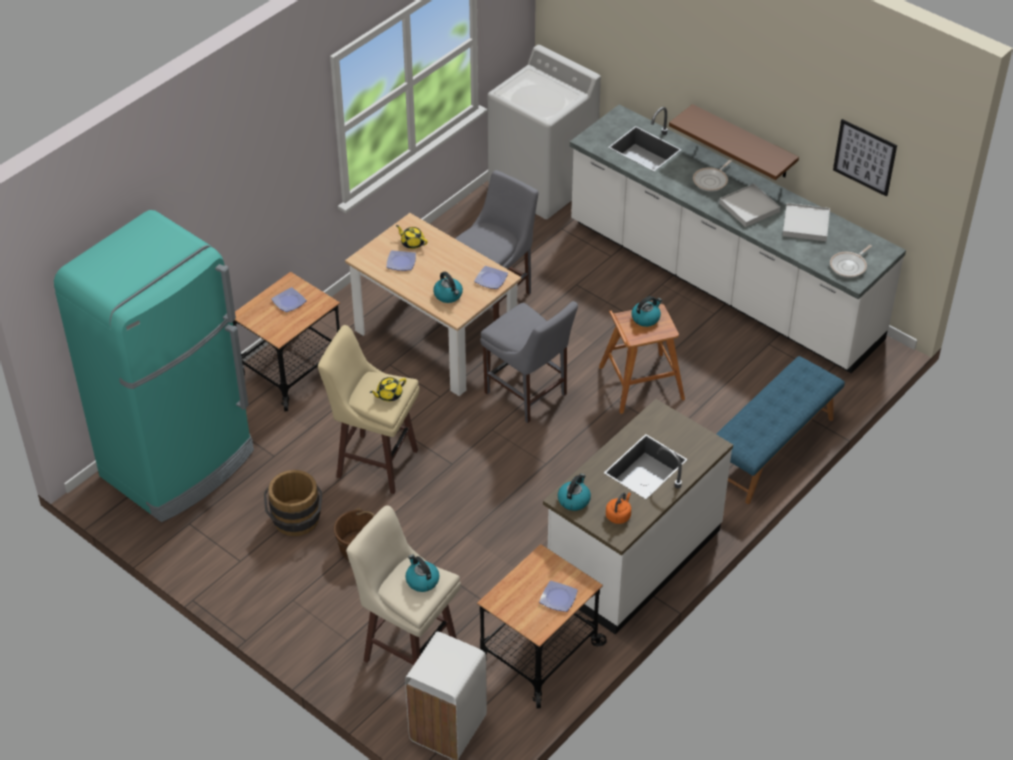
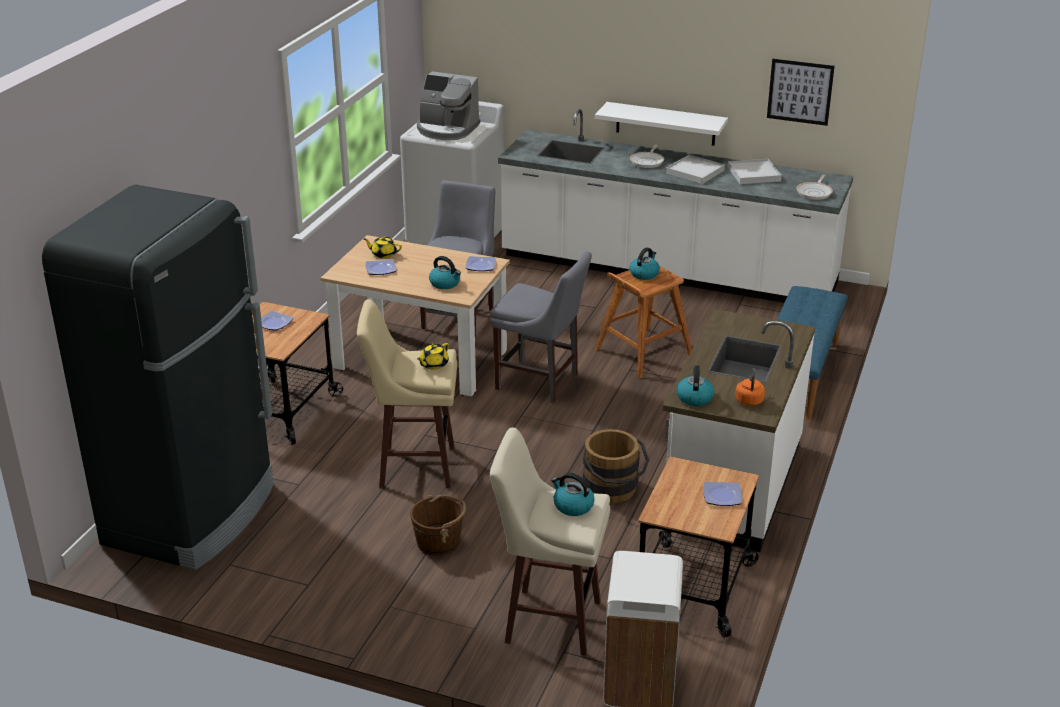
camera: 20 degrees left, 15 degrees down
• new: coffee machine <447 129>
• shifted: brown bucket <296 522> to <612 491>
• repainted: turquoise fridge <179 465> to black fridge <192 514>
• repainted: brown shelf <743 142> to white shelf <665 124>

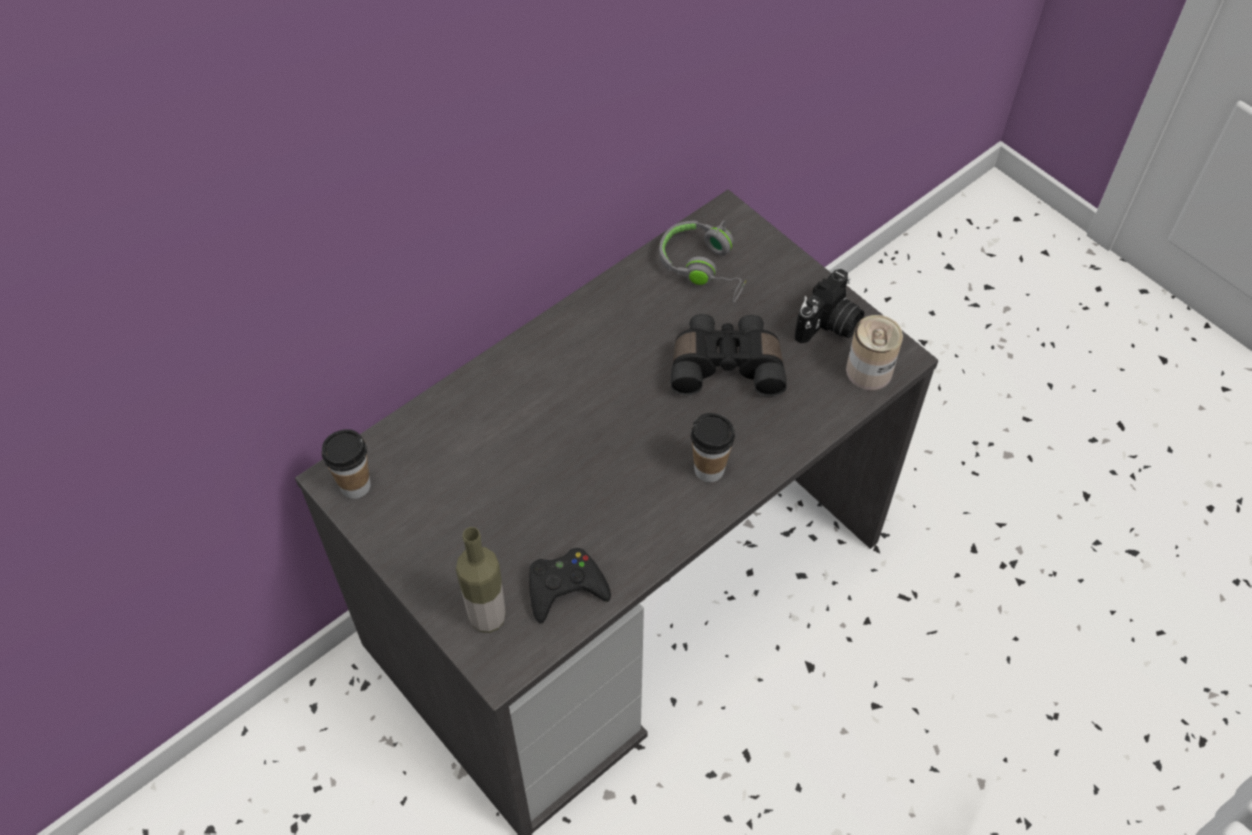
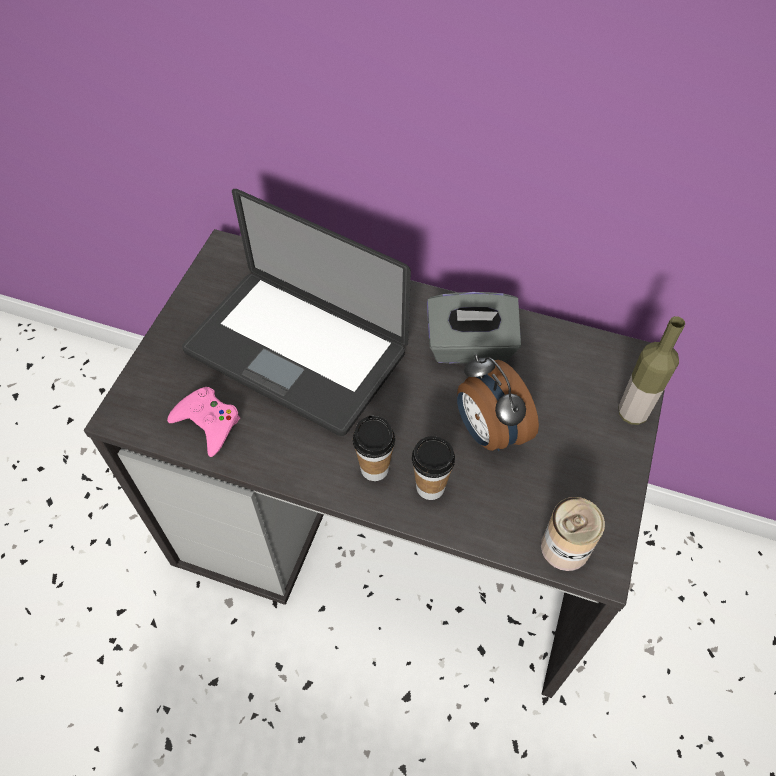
camera: 60 degrees right, 0 degrees up
• gone: grey headphones <704 267>
• gone: photo camera <829 325>
• new: laptop <295 352>
• new: grey tissue box <470 347>
• shifted: cup <355 485> to <430 487>
• shifted: bottle <487 618> to <632 413>
• swapped: black binoculars <726 364> to alarm clock <488 431>
• repainted: black game controller <565 588> to pink game controller <208 423>

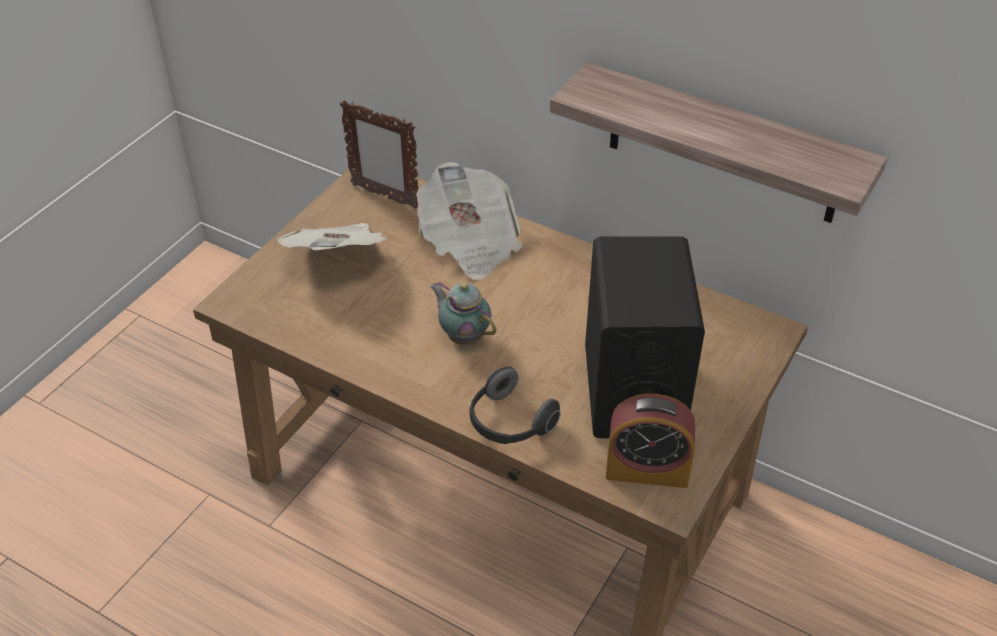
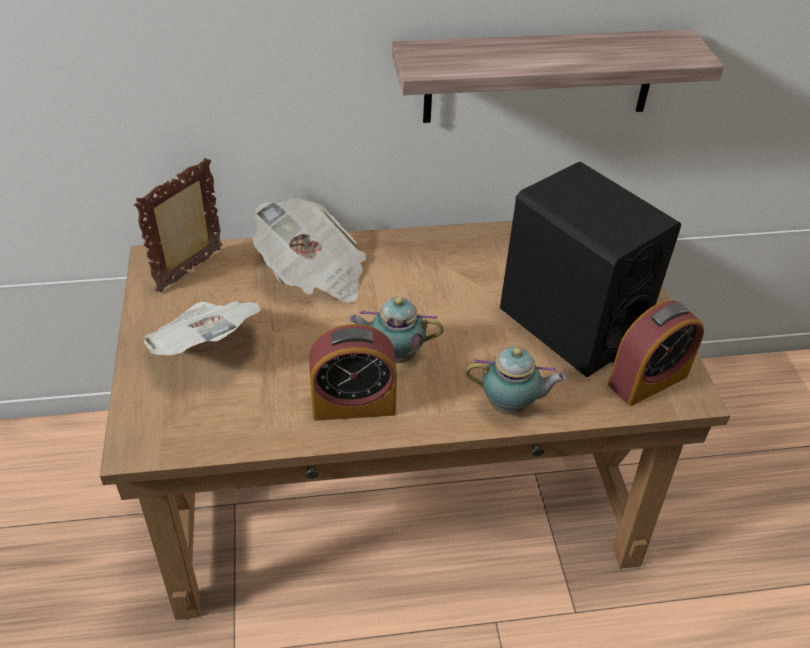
camera: 40 degrees left, 0 degrees up
• new: alarm clock <353 404>
• swapped: headphones <509 423> to teapot <511 406>
• rotated: picture frame <384 196> = <191 270> 135 degrees clockwise

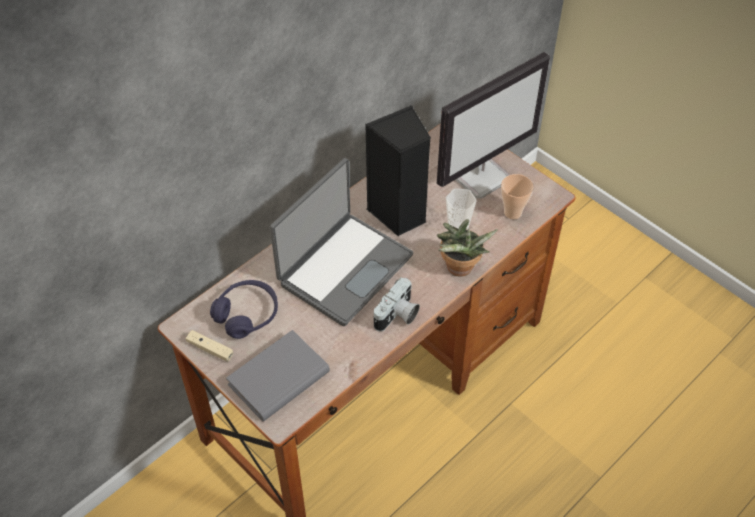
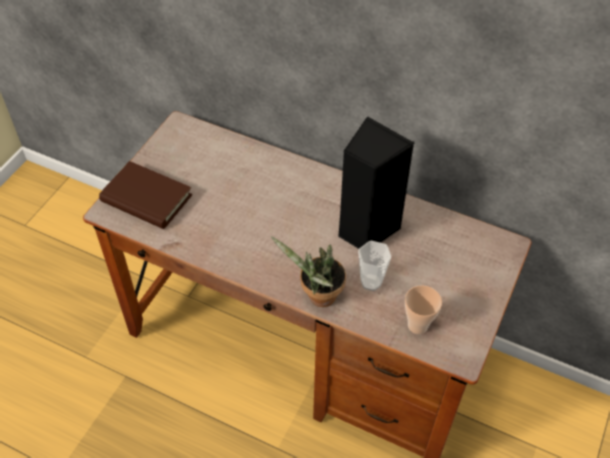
camera: 70 degrees right, 0 degrees up
• gone: beige game controller <210 349>
• gone: purple headphones <247 314>
• gone: laptop <344 268>
• gone: photo camera <397 316>
• gone: monitor <480 176>
• repainted: grey book <279 379> to brown book <146 199>

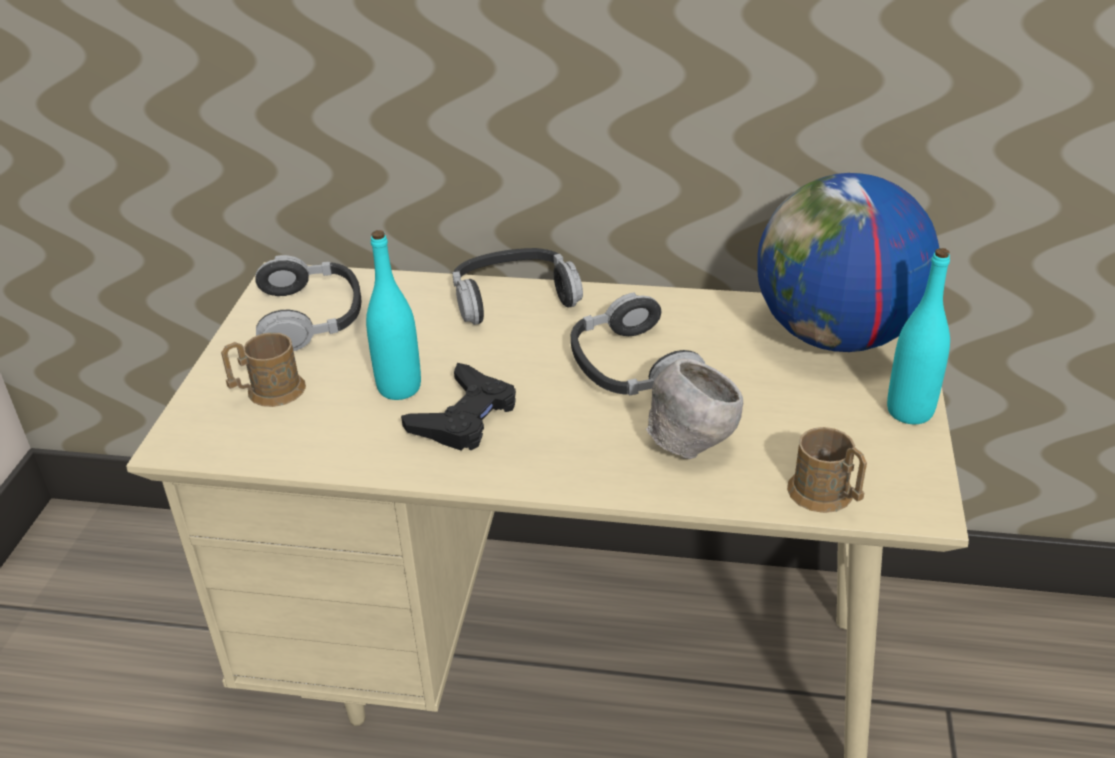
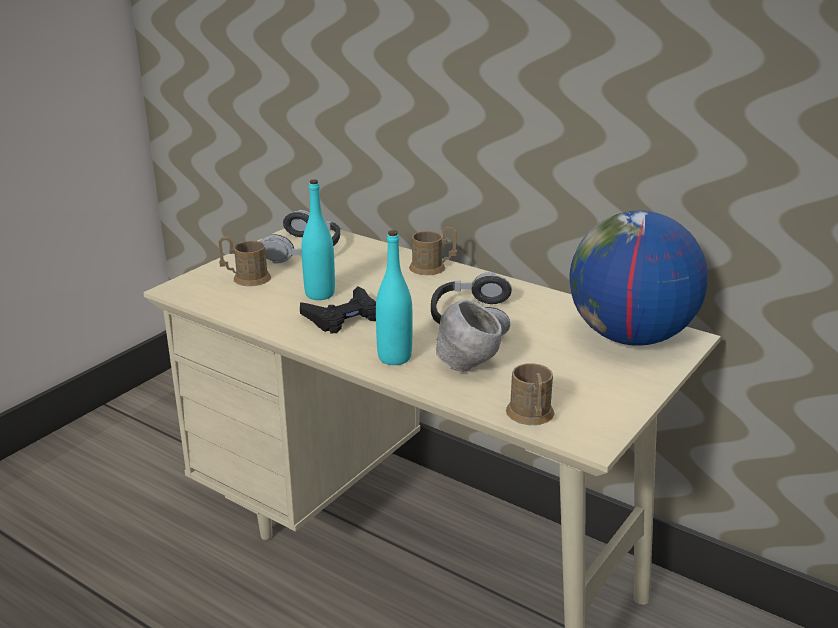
camera: 25 degrees right, 10 degrees down
• shifted: turquoise bottle <909 411> to <394 357>
• swapped: headphones <514 297> to brown mug <432 268>

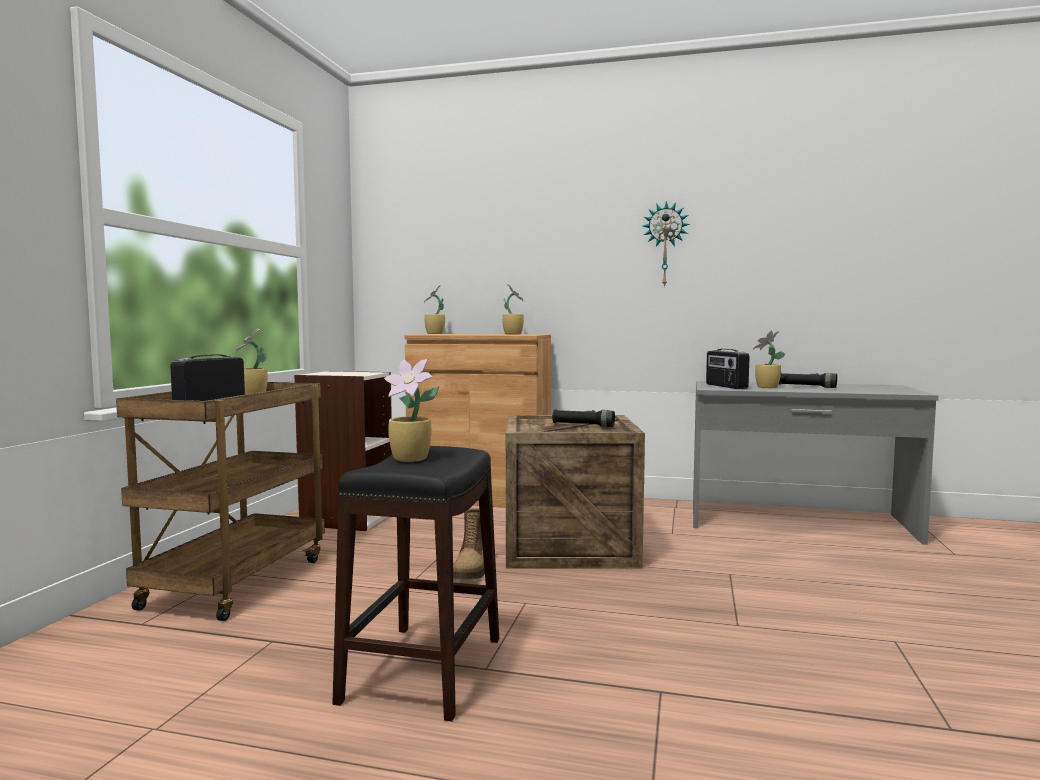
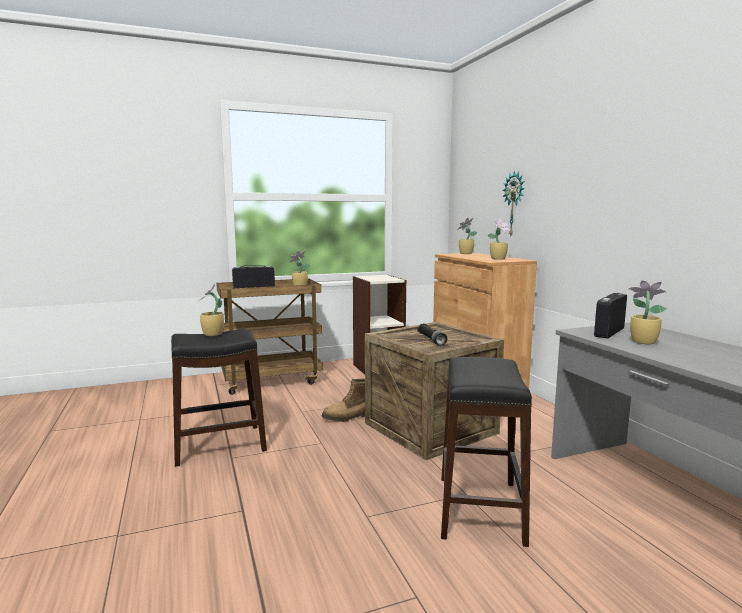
camera: 55 degrees right, 5 degrees up
• gone: black flashlight <807 387>
• new: black stool <479 509>
• shifted: wall clock <665 244> to <514 204>

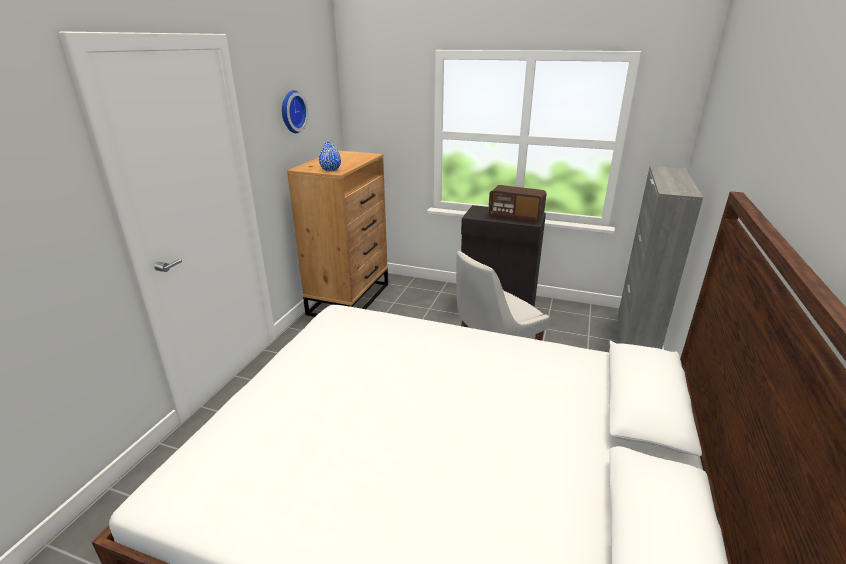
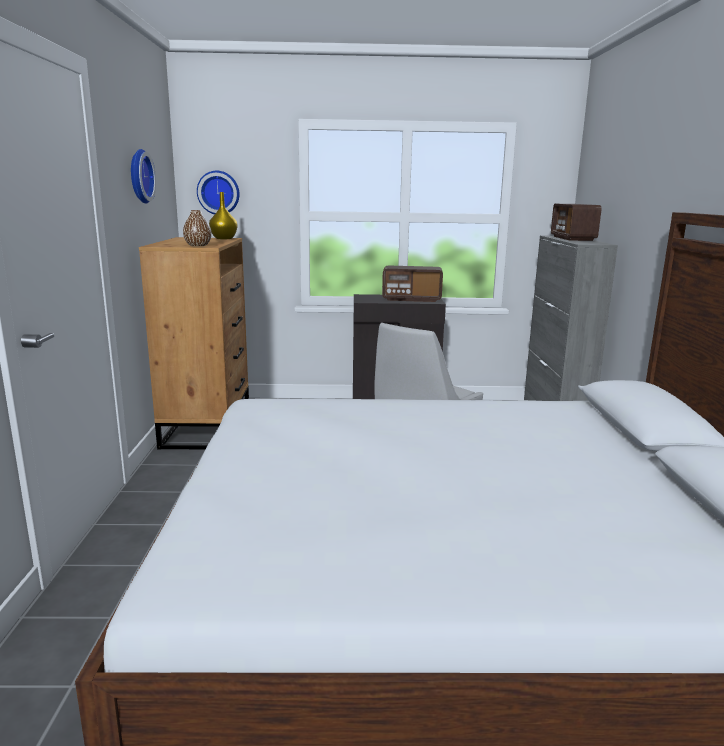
camera: 20 degrees left, 10 degrees down
• new: wall clock <219 193>
• new: yellow vase <223 238>
• new: radio <572 238>
• repainted: blue vase <330 170> to brown vase <198 245>

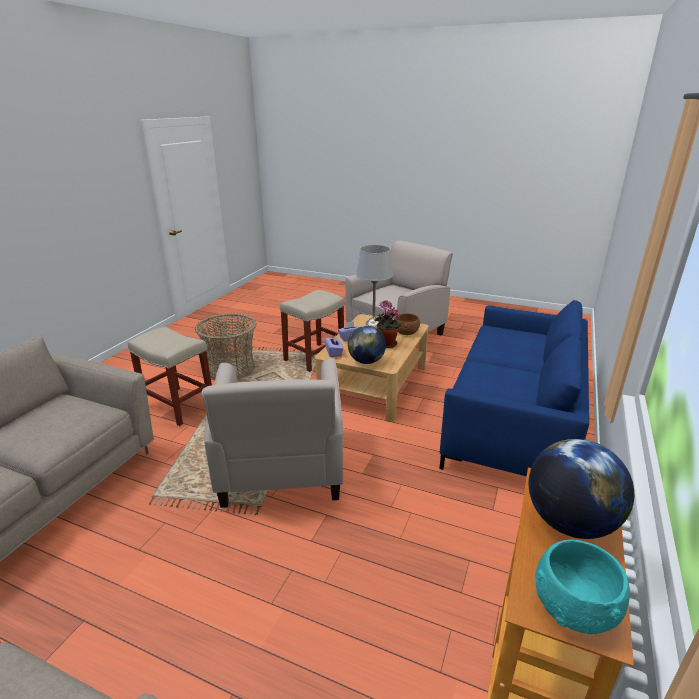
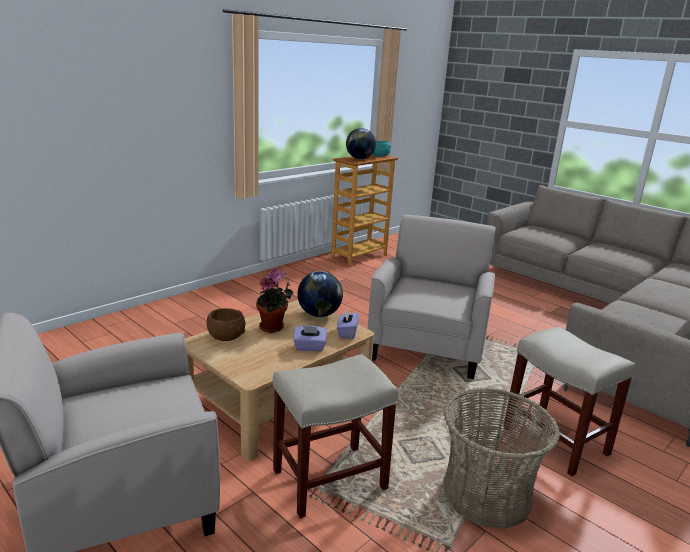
camera: 160 degrees left, 5 degrees down
• gone: grey table lamp <373 323>
• gone: blue sofa <513 420>

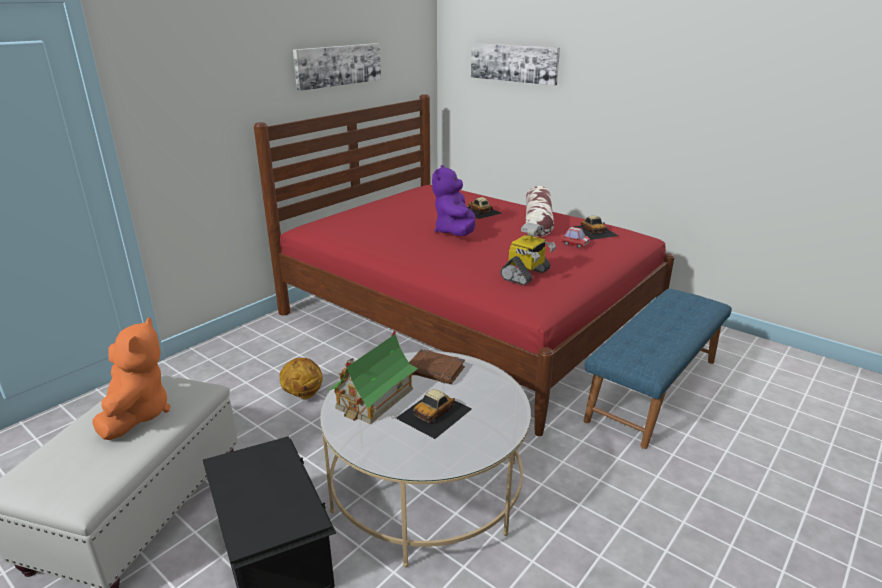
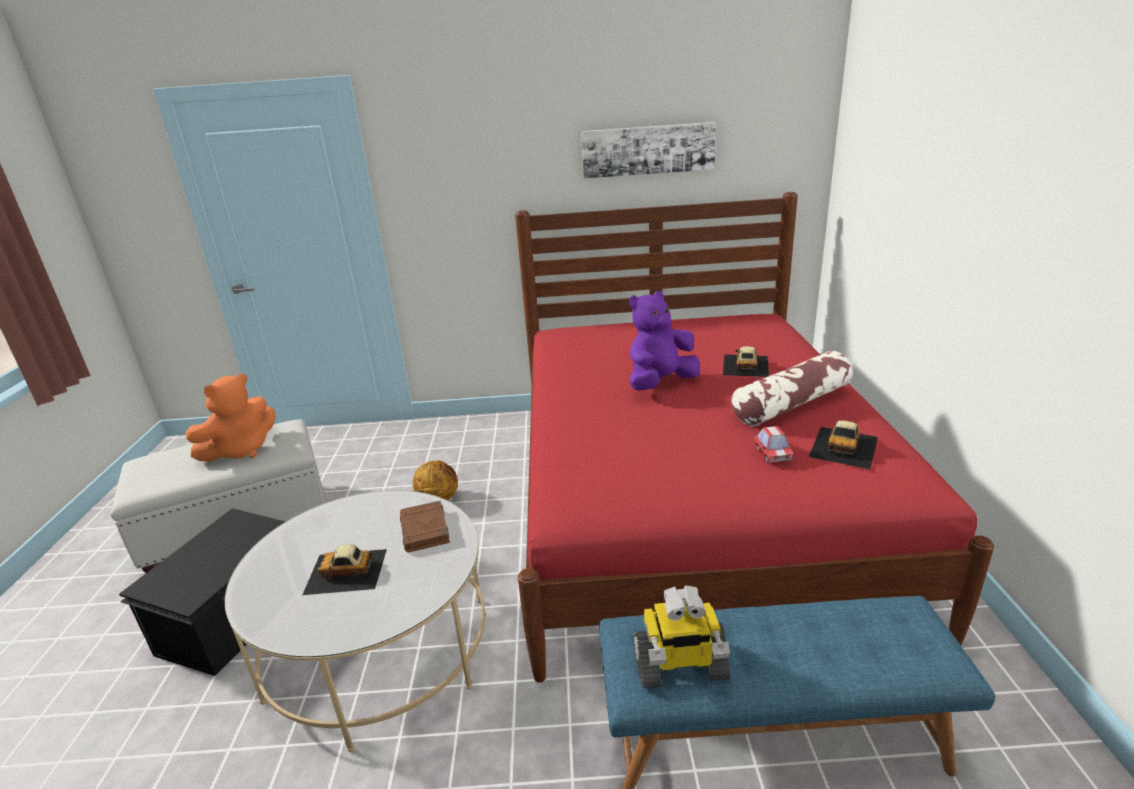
camera: 50 degrees right, 0 degrees up
• gone: toy house <374 398>
• gone: picture <514 63>
• shifted: toy robot <526 275> to <679 666>

